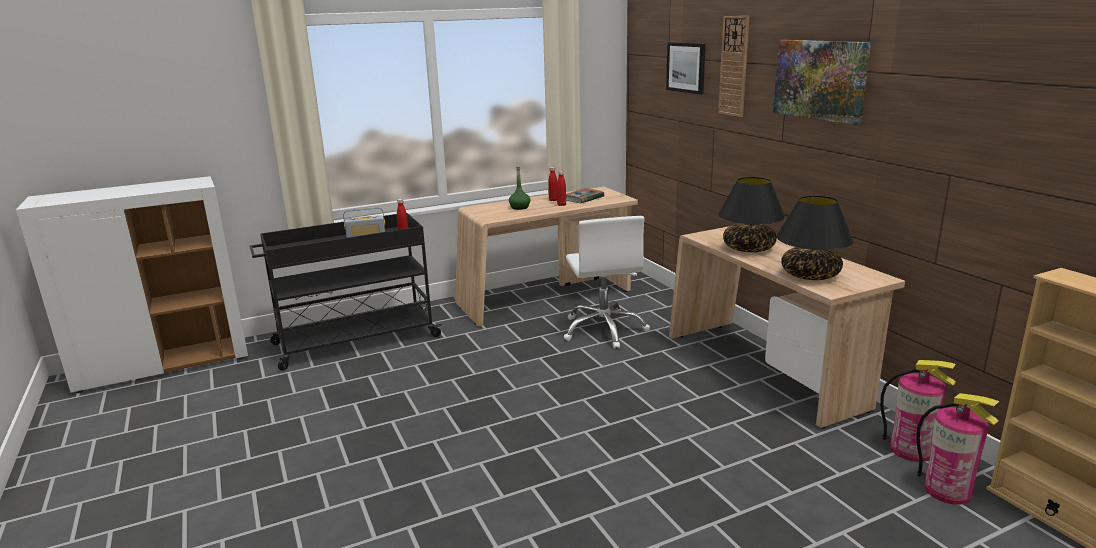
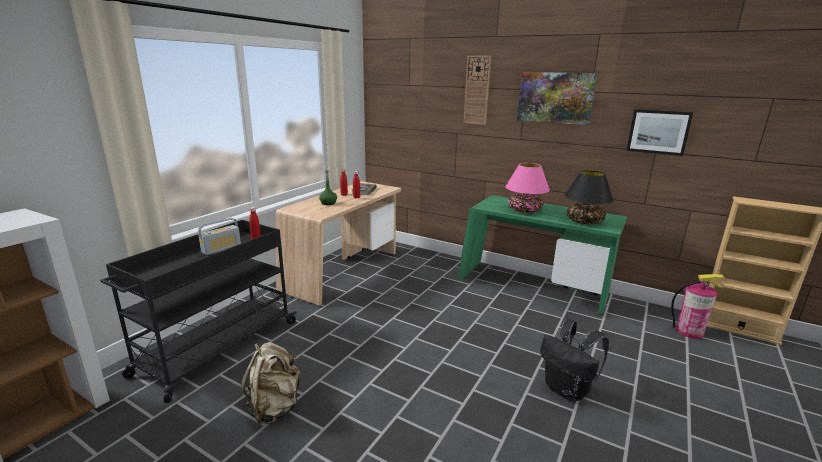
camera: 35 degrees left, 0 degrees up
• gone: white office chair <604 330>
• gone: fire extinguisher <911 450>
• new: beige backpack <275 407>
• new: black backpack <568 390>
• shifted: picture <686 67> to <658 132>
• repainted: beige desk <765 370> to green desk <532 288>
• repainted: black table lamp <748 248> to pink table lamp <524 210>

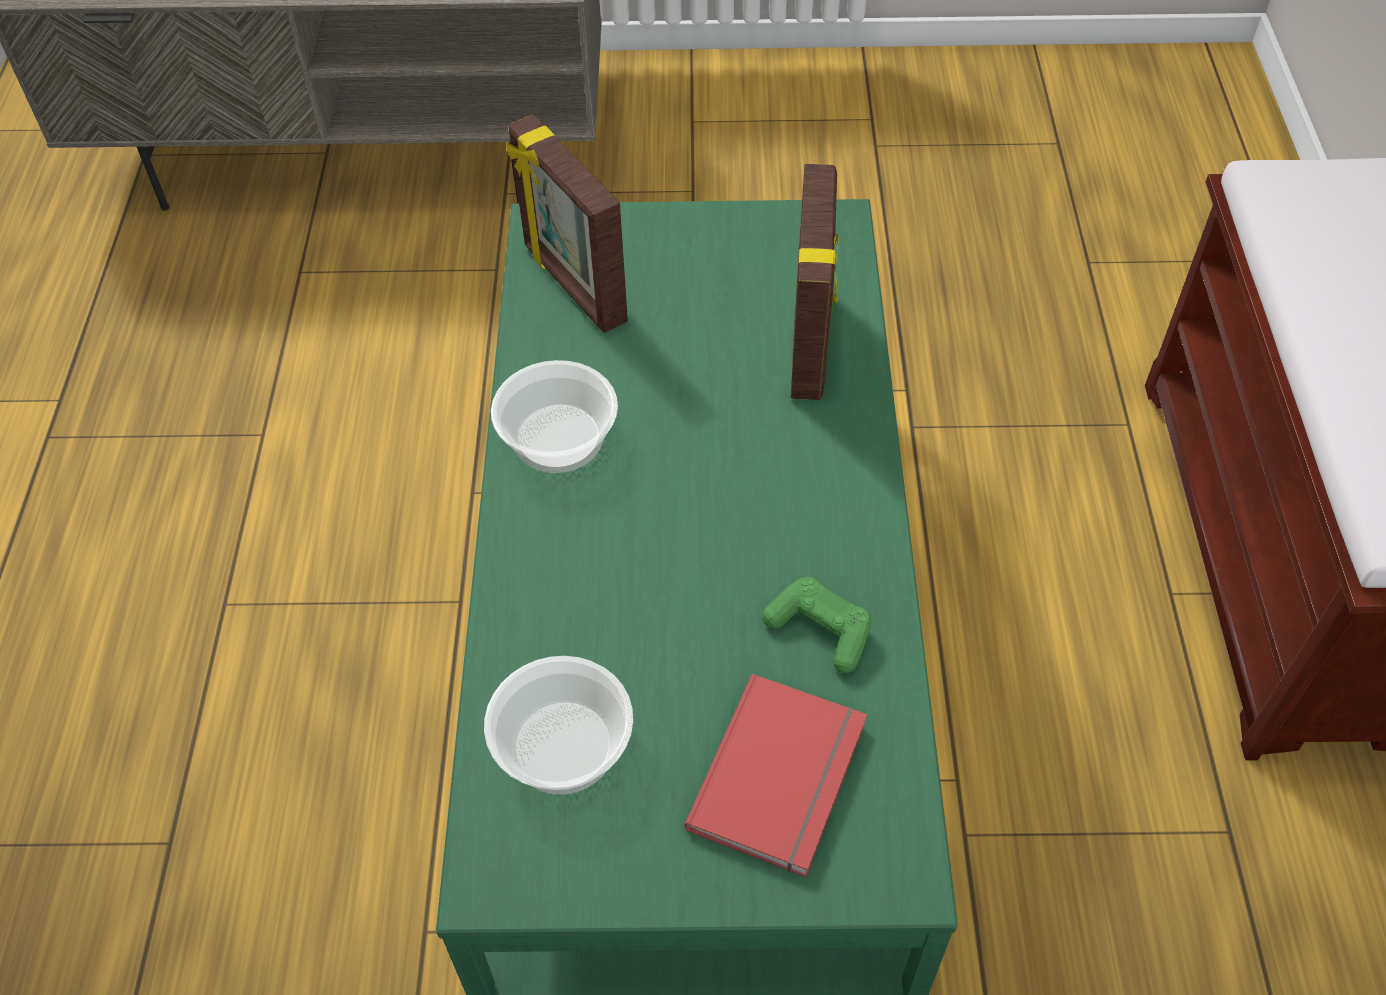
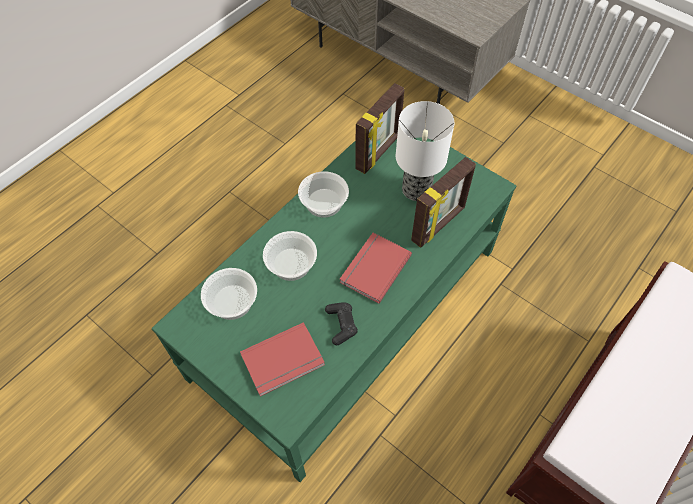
camera: 40 degrees right, 5 degrees up
• new: bowl <290 264>
• new: red book <373 268>
• new: table lamp <417 189>
• repainted: green game controller <820 630> to black game controller <341 325>
• rotated: picture frame <573 285> = <379 152> 150 degrees counterclockwise

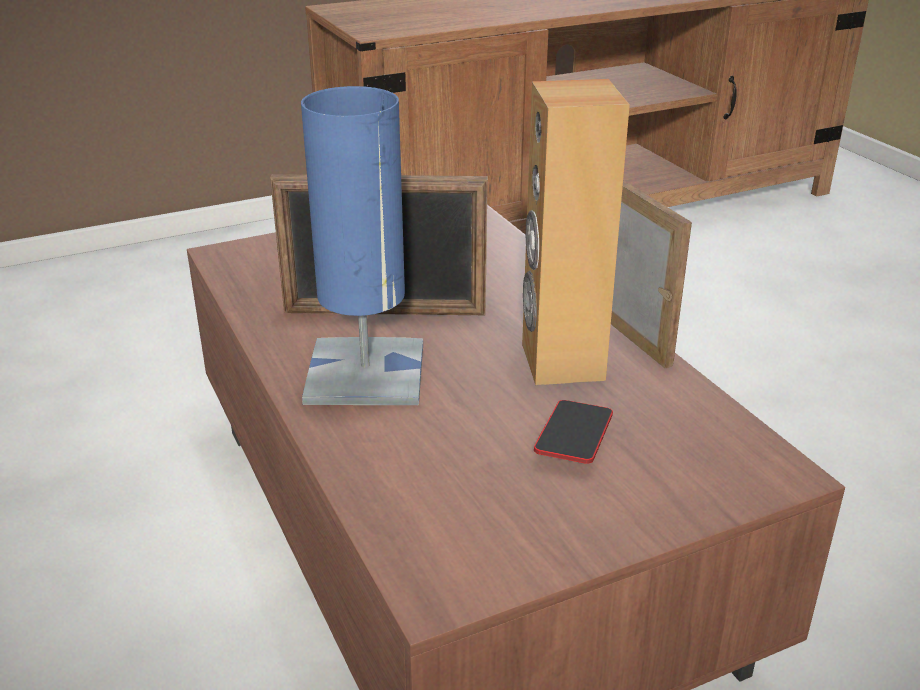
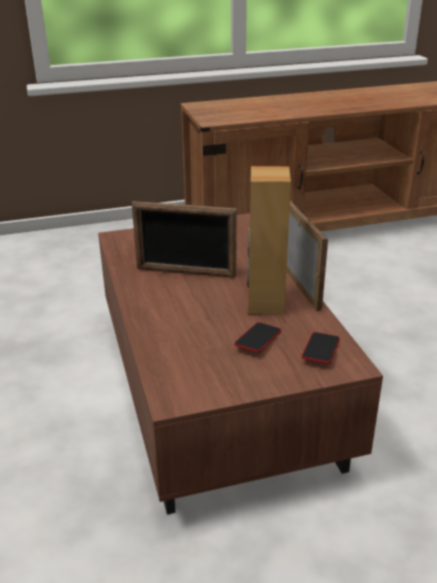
camera: 10 degrees right, 0 degrees up
• gone: blue table lamp <365 373>
• new: phone <320 351>

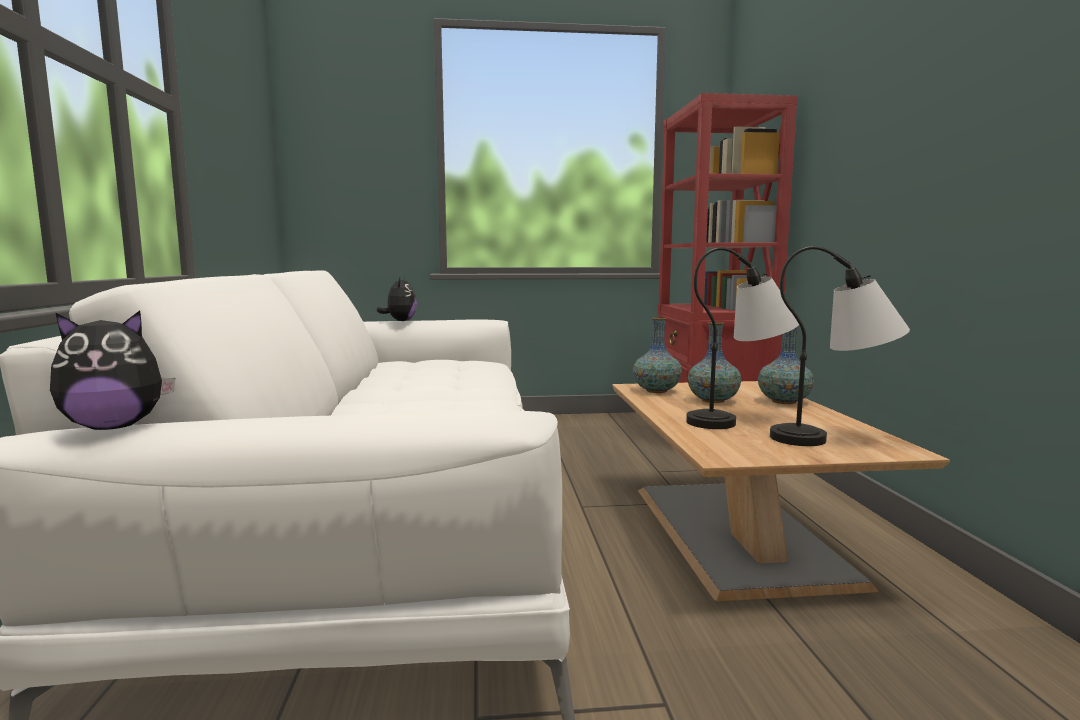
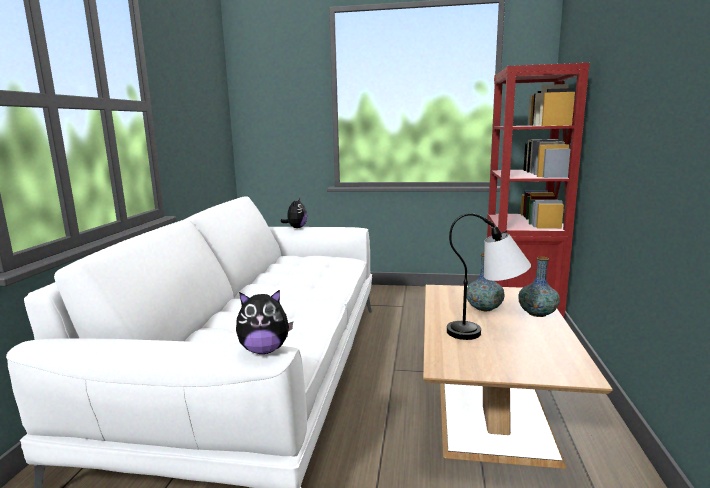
camera: 15 degrees right, 5 degrees up
• gone: vase <656 391>
• gone: table lamp <835 439>
• shifted: plush toy <115 427> to <264 350>

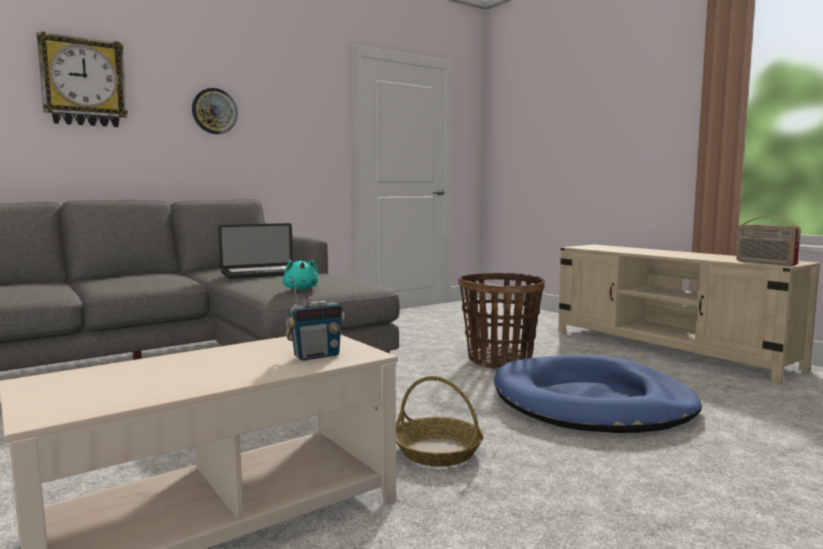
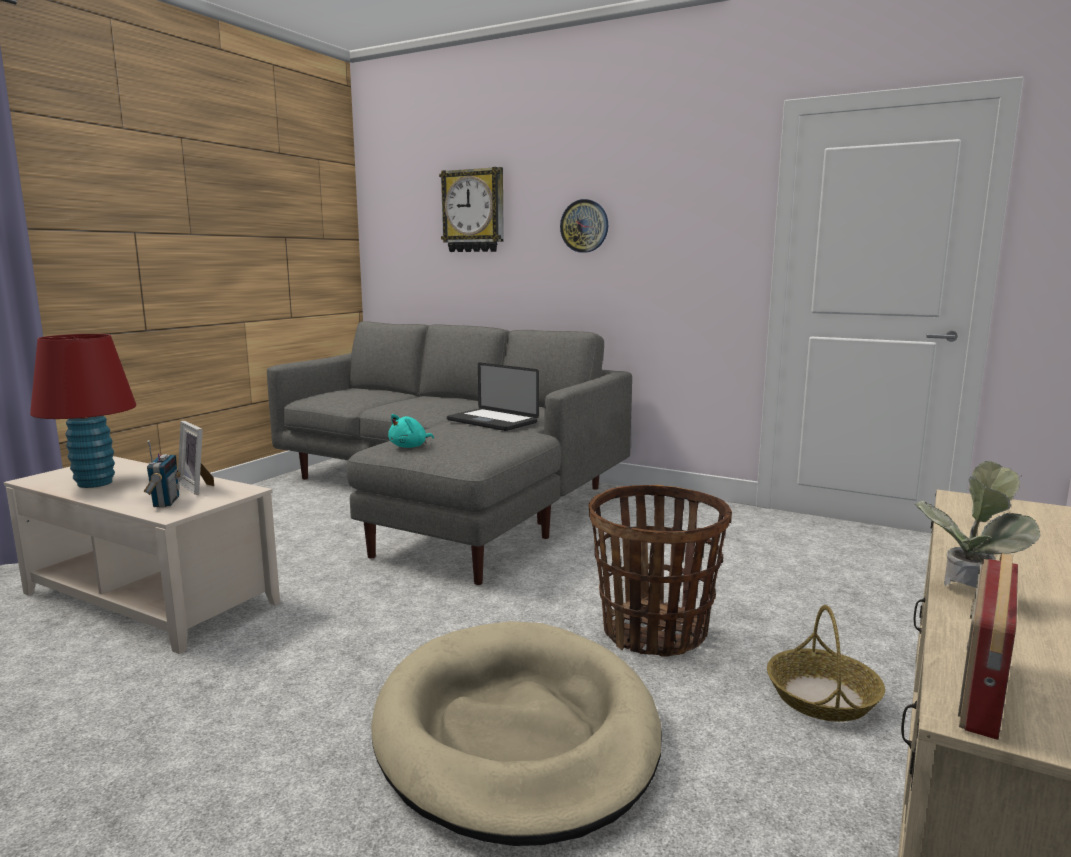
camera: 65 degrees right, 5 degrees up
• new: red table lamp <94 483>
• new: picture frame <198 486>
• new: potted plant <966 594>
• shifted: basket <437 451> to <821 697>
• repainted: blue dog bed <592 402> to beige dog bed <516 733>
• rotated: radio <316 356> = <165 502> 135 degrees counterclockwise

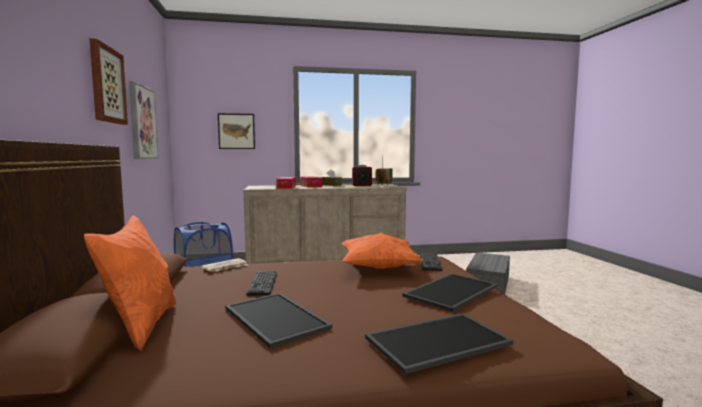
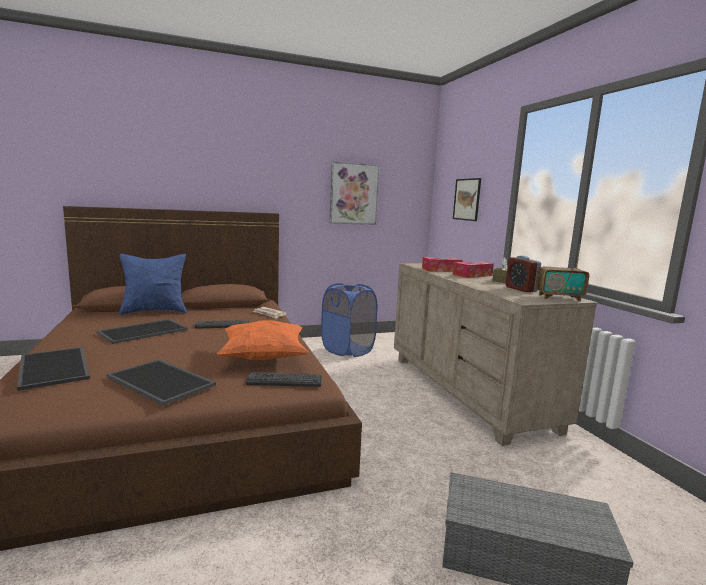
camera: 80 degrees right, 5 degrees up
• gone: picture <106 85>
• repainted: orange pillow <140 326> to blue pillow <154 311>

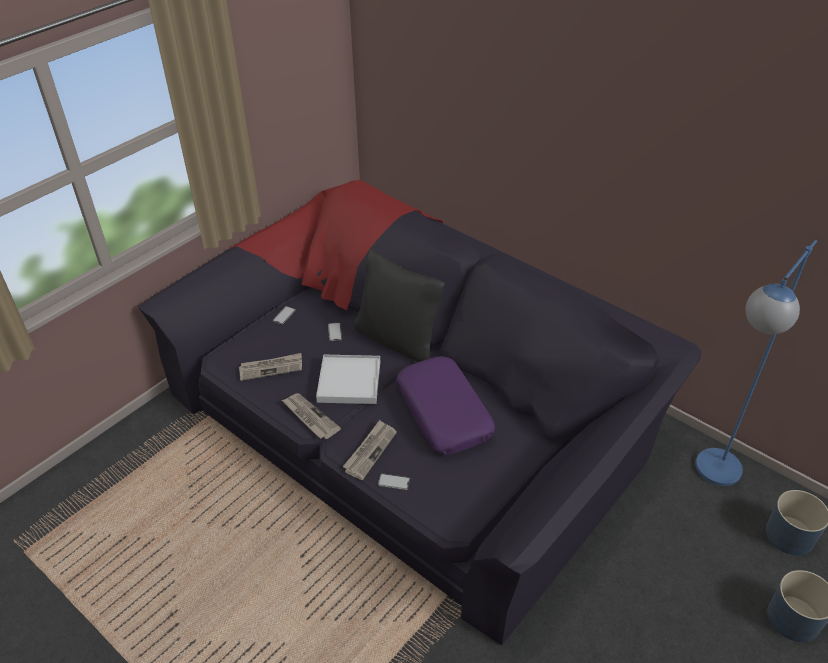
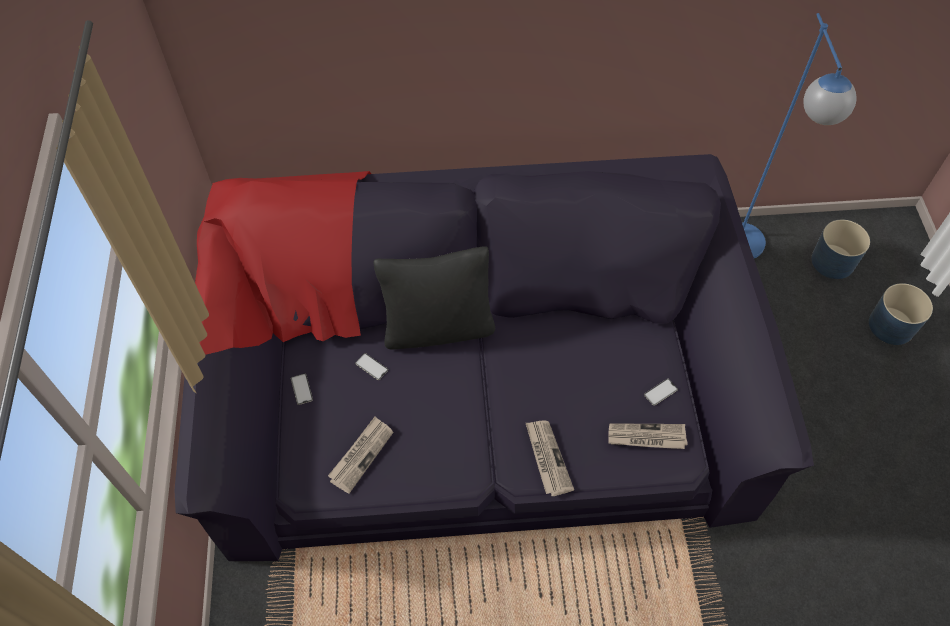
camera: 45 degrees left, 15 degrees up
• gone: white tray <349 381>
• gone: purple pillow <444 412>
• shifted: newspaper <310 417> to <646 437>
• shifted: phone <394 482> to <660 392>

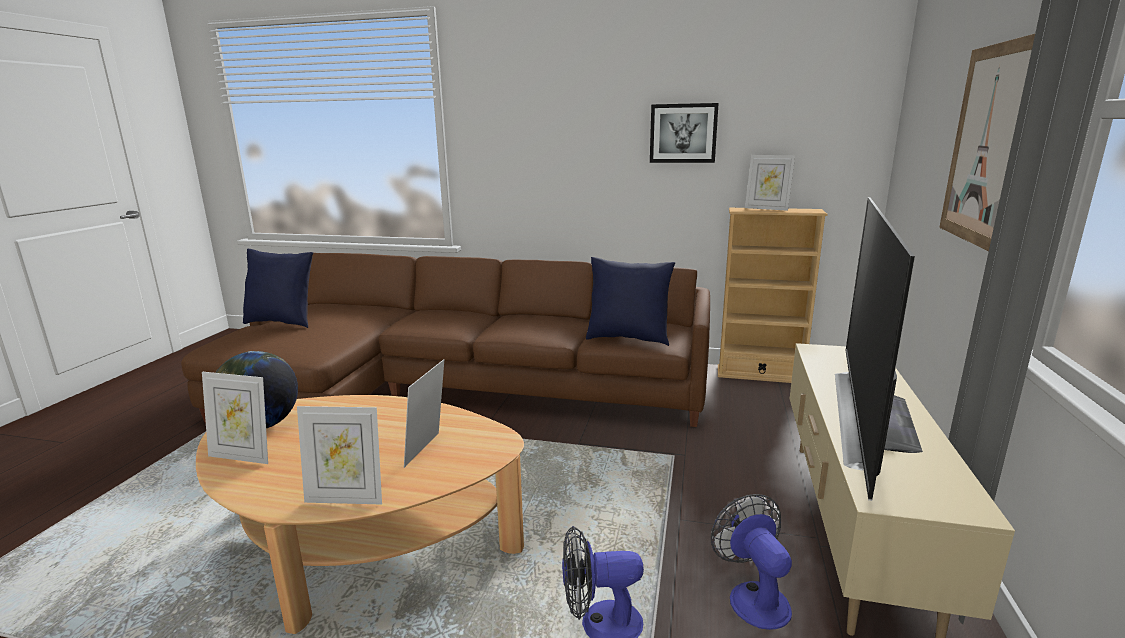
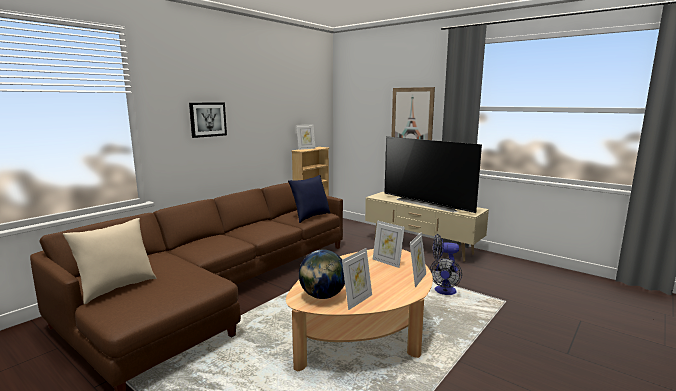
camera: 65 degrees left, 5 degrees down
• shifted: picture <683 133> to <207 119>
• repainted: blue pillow <282 322> to beige pillow <117 288>

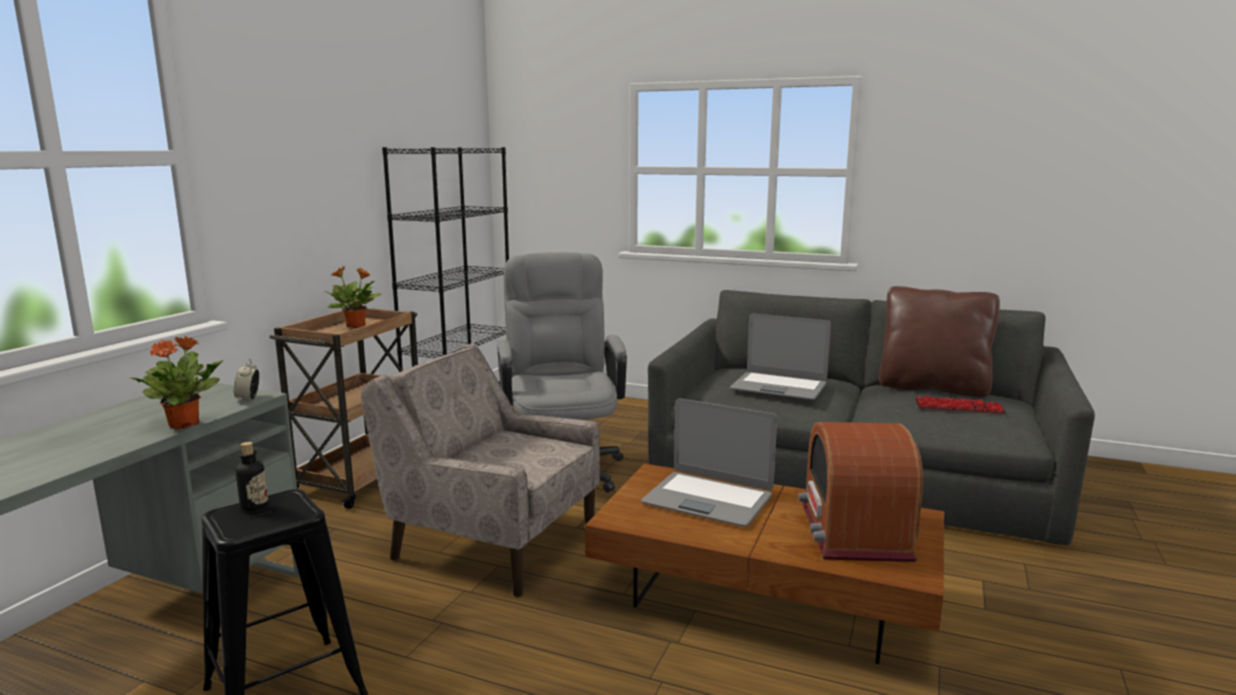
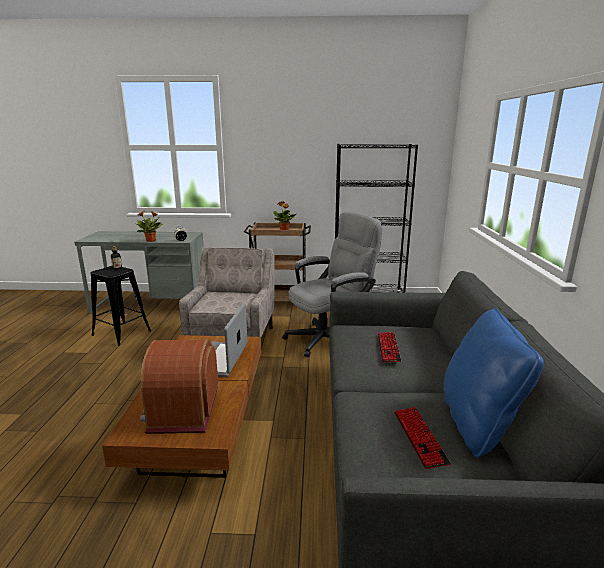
camera: 70 degrees right, 5 degrees up
• swapped: laptop <779 387> to keyboard <388 348>
• repainted: brown pillow <932 387> to blue pillow <478 423>
• rotated: radio <853 532> = <183 409> 75 degrees counterclockwise

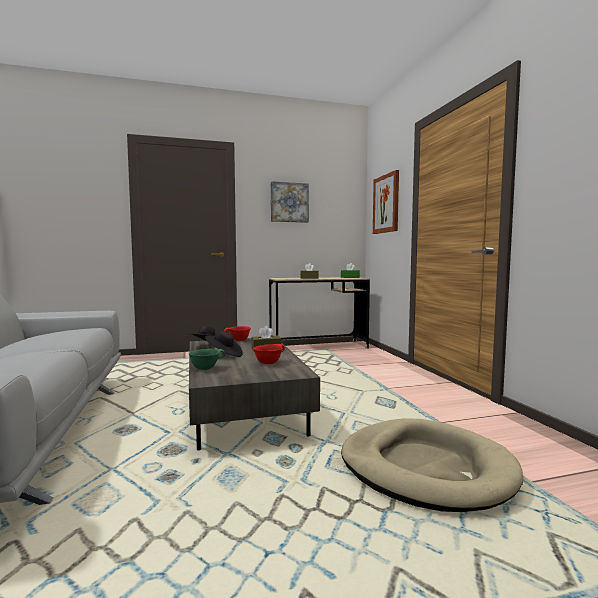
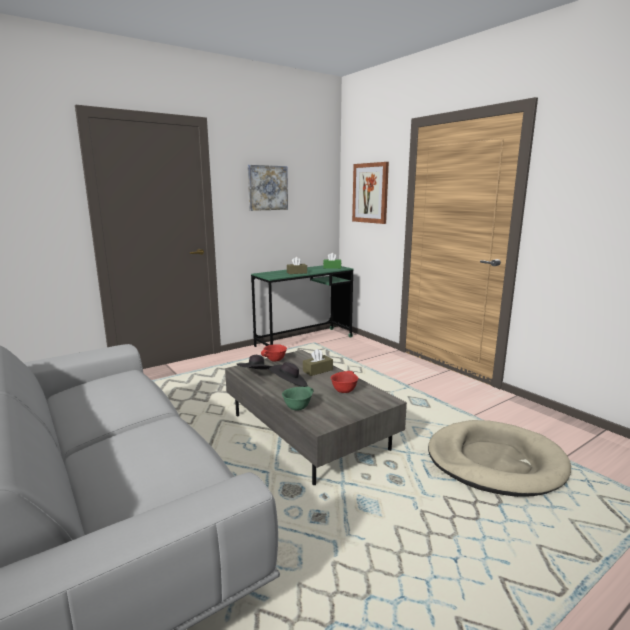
camera: 20 degrees left, 10 degrees up
• repainted: beige desk <318 348> to green desk <304 341>

